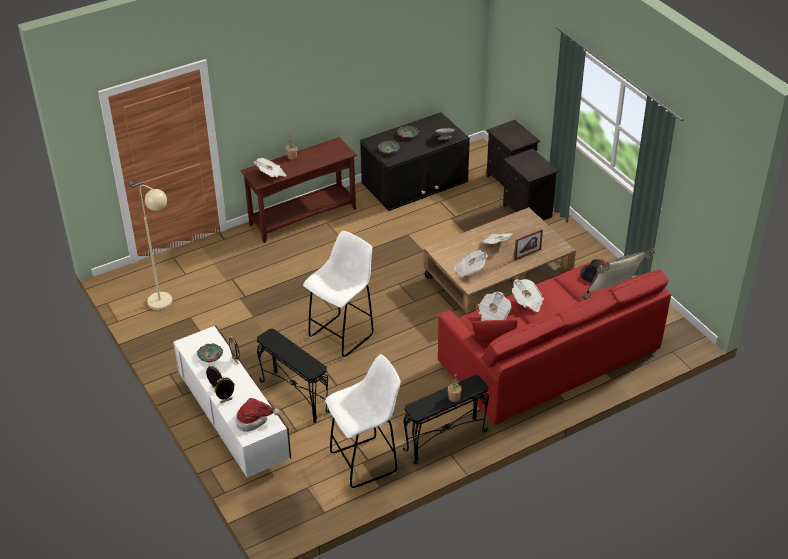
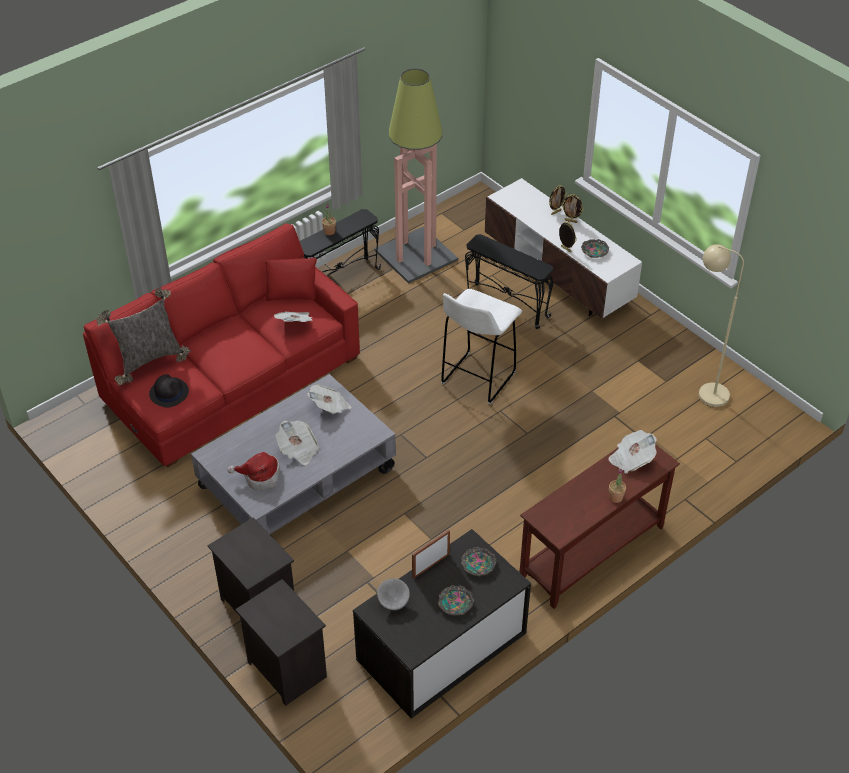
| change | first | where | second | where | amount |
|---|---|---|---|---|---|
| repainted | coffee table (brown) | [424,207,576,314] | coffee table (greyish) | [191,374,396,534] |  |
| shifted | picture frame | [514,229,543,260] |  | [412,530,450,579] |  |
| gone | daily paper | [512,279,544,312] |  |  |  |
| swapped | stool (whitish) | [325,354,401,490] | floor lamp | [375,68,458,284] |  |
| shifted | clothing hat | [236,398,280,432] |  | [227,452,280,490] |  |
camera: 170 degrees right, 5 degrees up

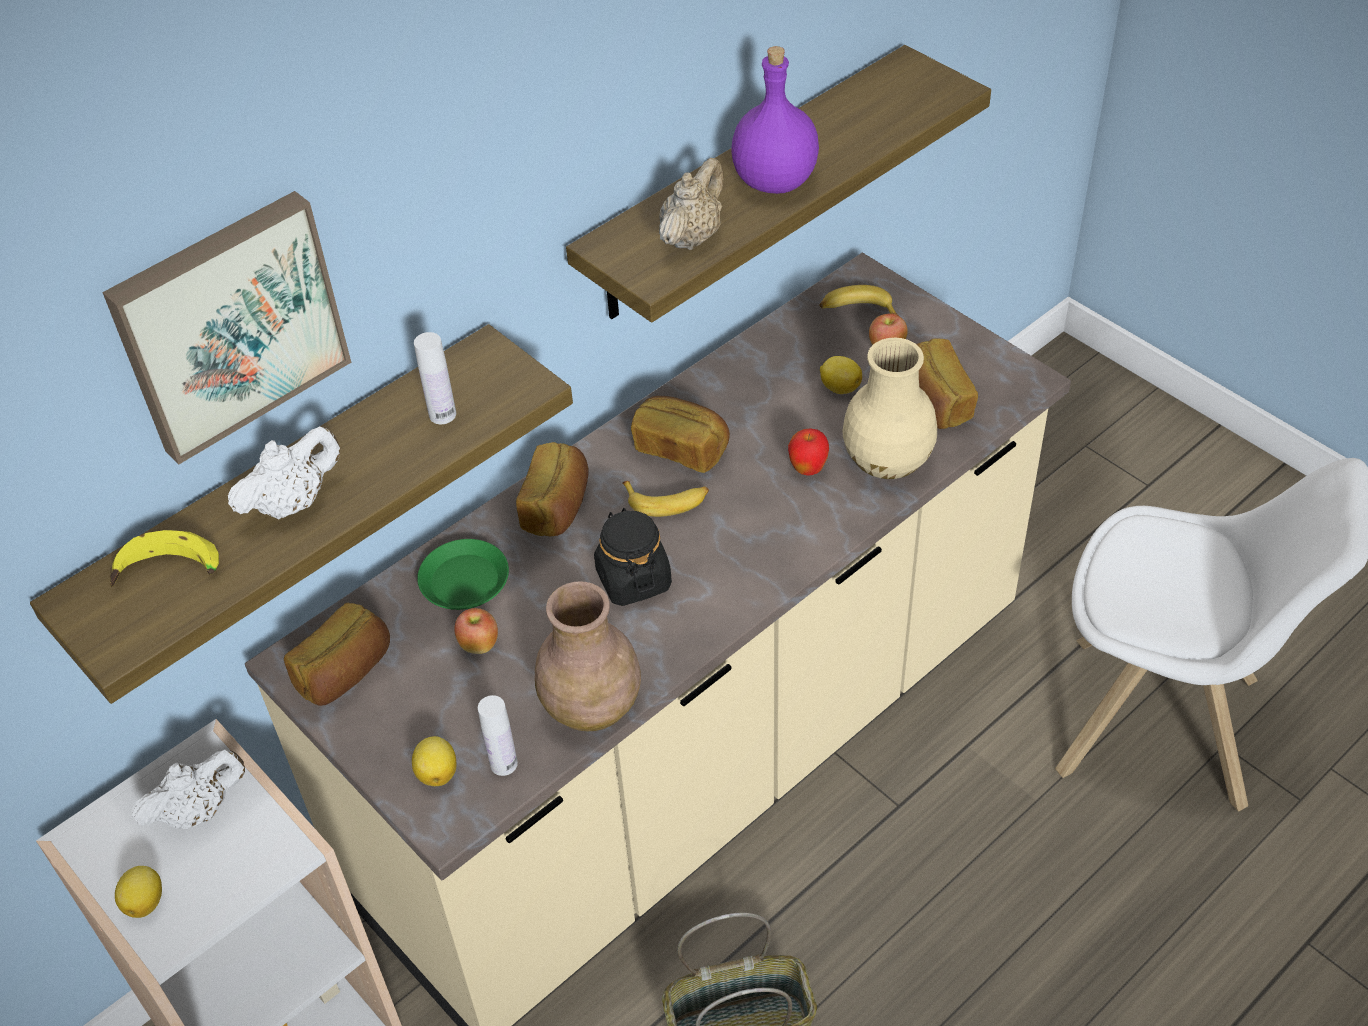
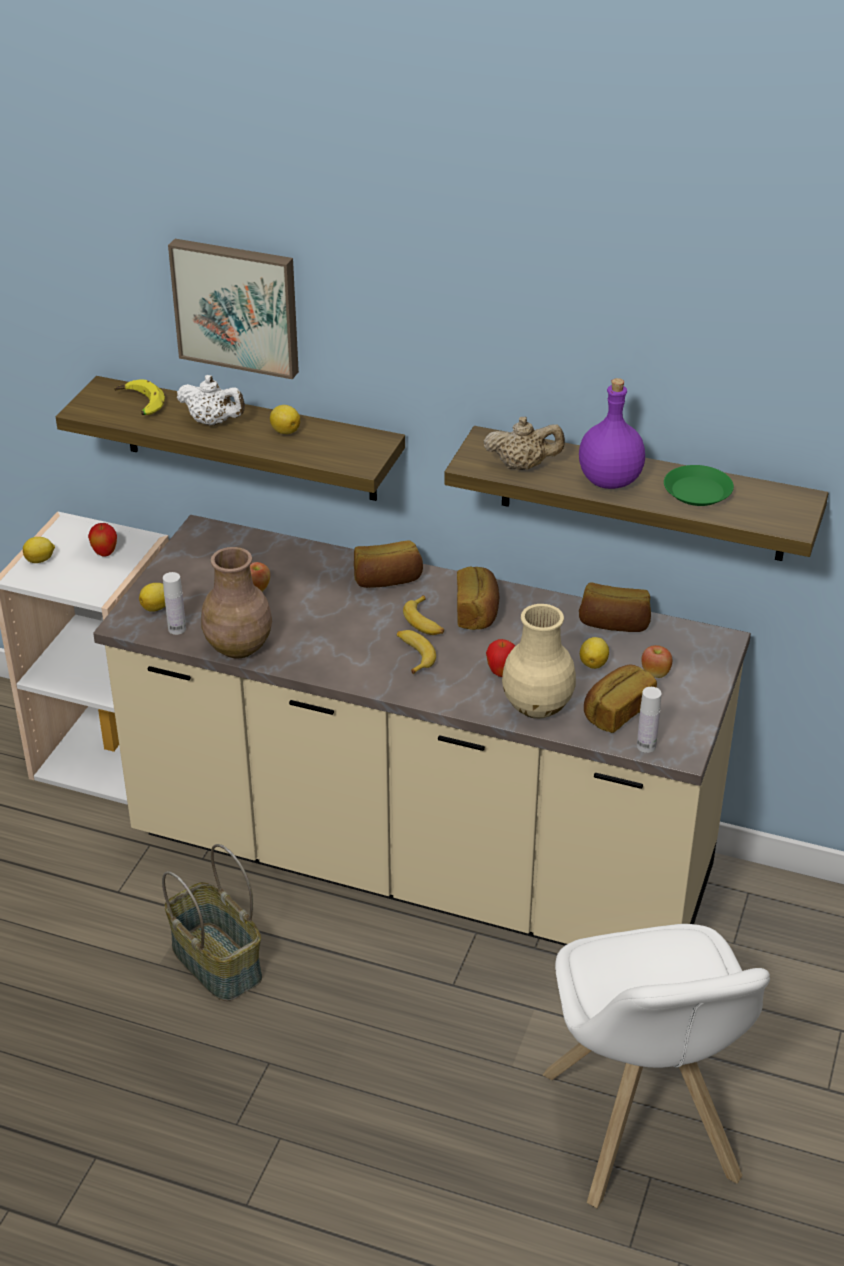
| change | first | where | second | where | amount |
|---|---|---|---|---|---|
| shifted | banana | [820,285,899,316] |  | [397,630,436,674] |  |
| shifted | beverage bottle (whitish) | [414,332,456,424] |  | [637,687,662,753] |  |
| gone | storage jar (black) | [594,508,672,606] |  |  |  |
| shifted | plate (greenish) | [417,539,509,610] |  | [664,465,734,506] |  |
| shifted | bread | [284,603,390,706] |  | [579,582,651,632] |  |
| swapped | teapot (whitish) | [132,749,245,829] | apple | [88,523,117,557] |  |
| new |  |  | whole lemon | [270,405,300,434] |  |
camera: 60 degrees right, 10 degrees down

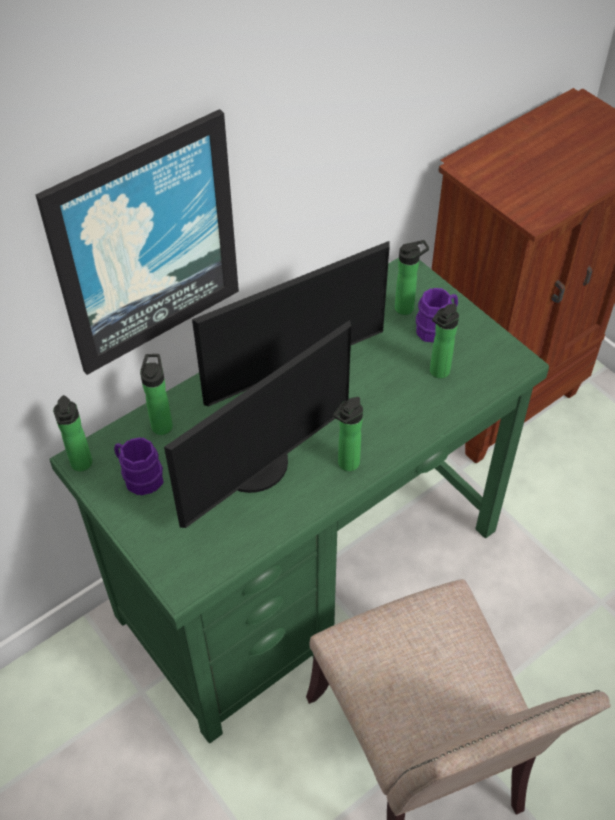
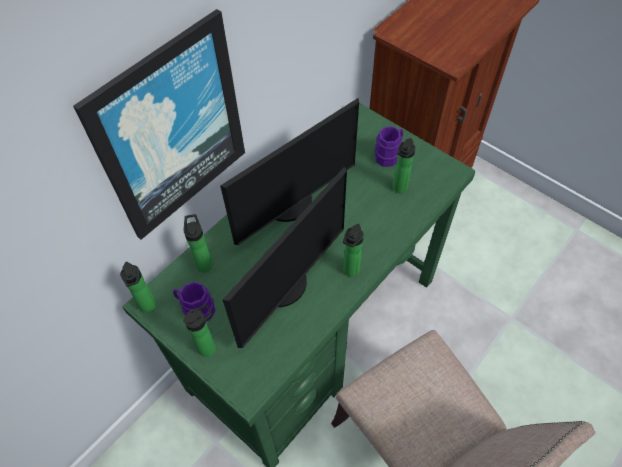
| change | first | where | second | where | amount |
|---|---|---|---|---|---|
| shifted | beverage bottle | [395,240,429,315] |  | [183,305,216,357] |  |
camera: 10 degrees left, 5 degrees up

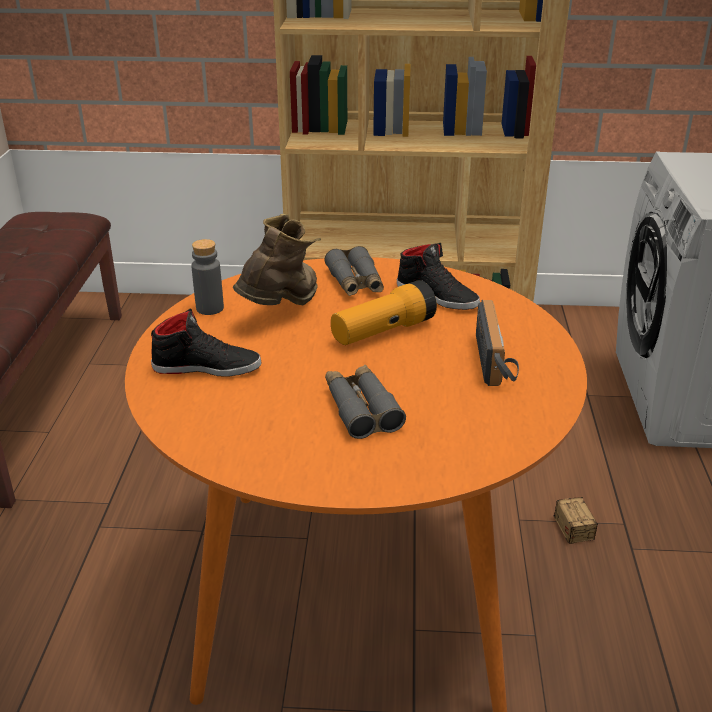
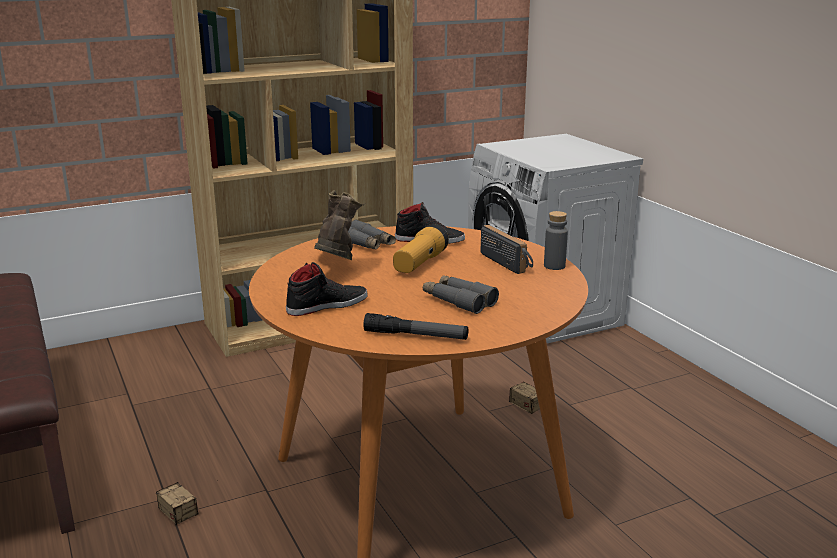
| change | first | where | second | where | amount |
|---|---|---|---|---|---|
| shifted | beverage bottle (greyish) | [191,239,224,315] |  | [544,211,568,270] |  |
| new |  |  | torch | [363,313,468,340] |  |
| new |  |  | storage container | [156,480,218,525] |  |
camera: 30 degrees left, 10 degrees down

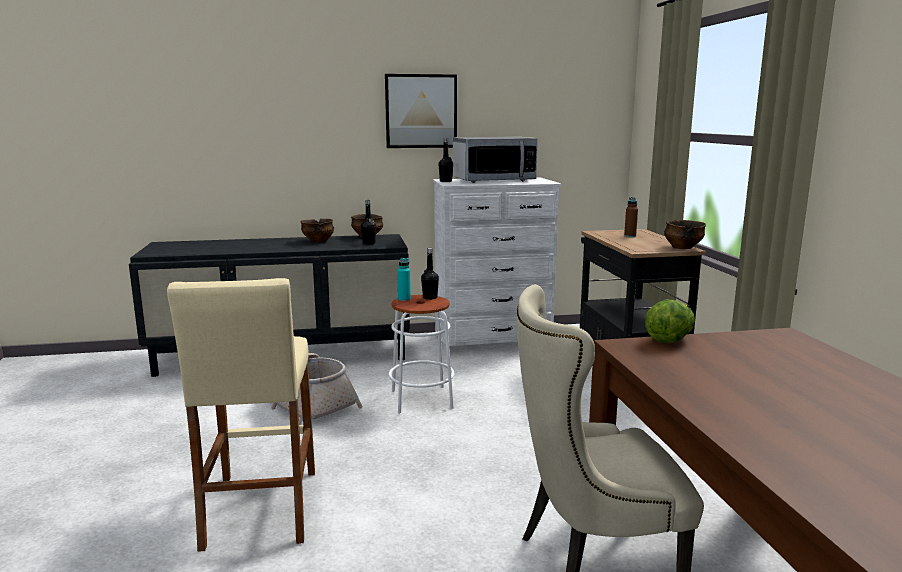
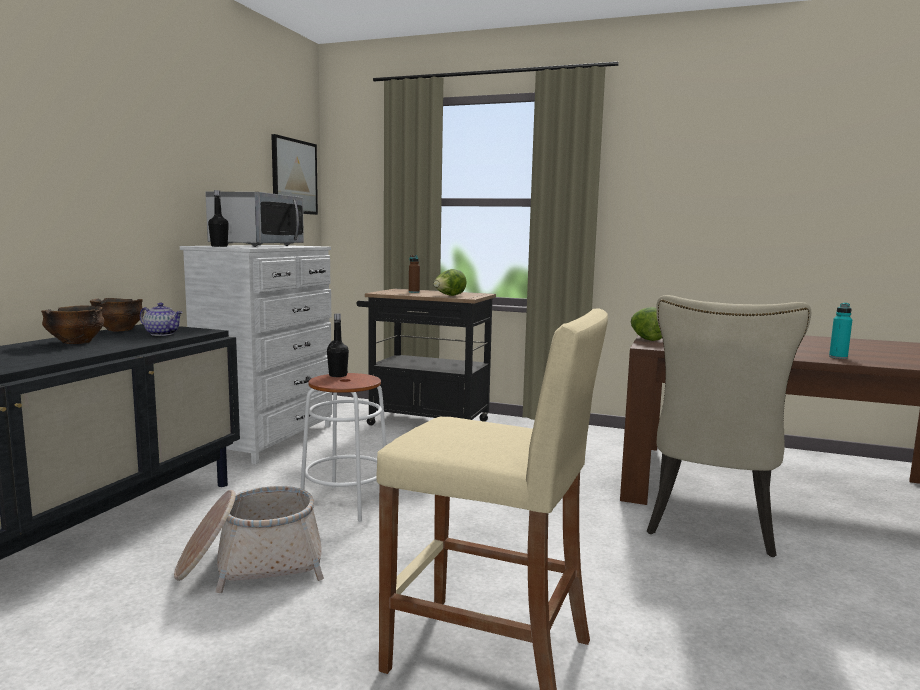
| change | first | where | second | where | amount |
|---|---|---|---|---|---|
| shifted | wall art | [385,74,457,148] |  | [271,134,318,215] |  |
| swapped | beverage bottle (black) | [361,200,376,245] | teapot | [140,303,183,336] |  |
| gone | deep dish | [664,220,706,249] |  |  |  |
| shifted | beverage bottle (blue-green) | [397,258,411,301] |  | [829,303,852,359] |  |
| new |  |  | head of lettuce | [433,269,467,296] |  |
camera: 60 degrees left, 5 degrees down

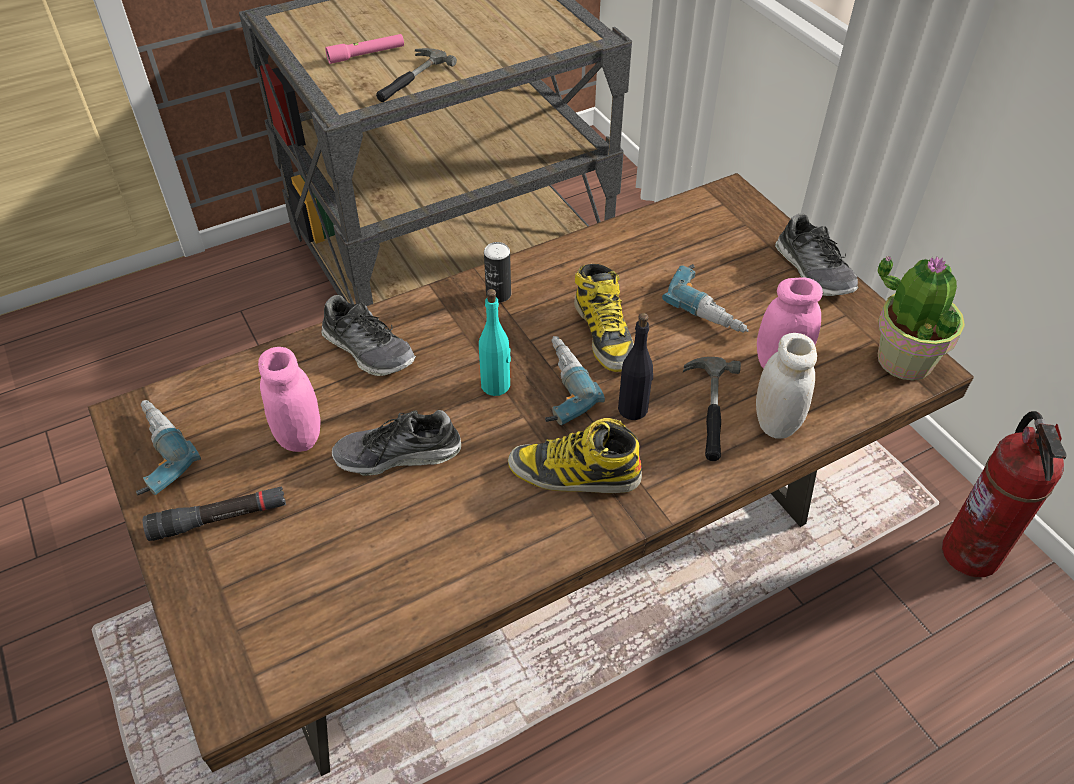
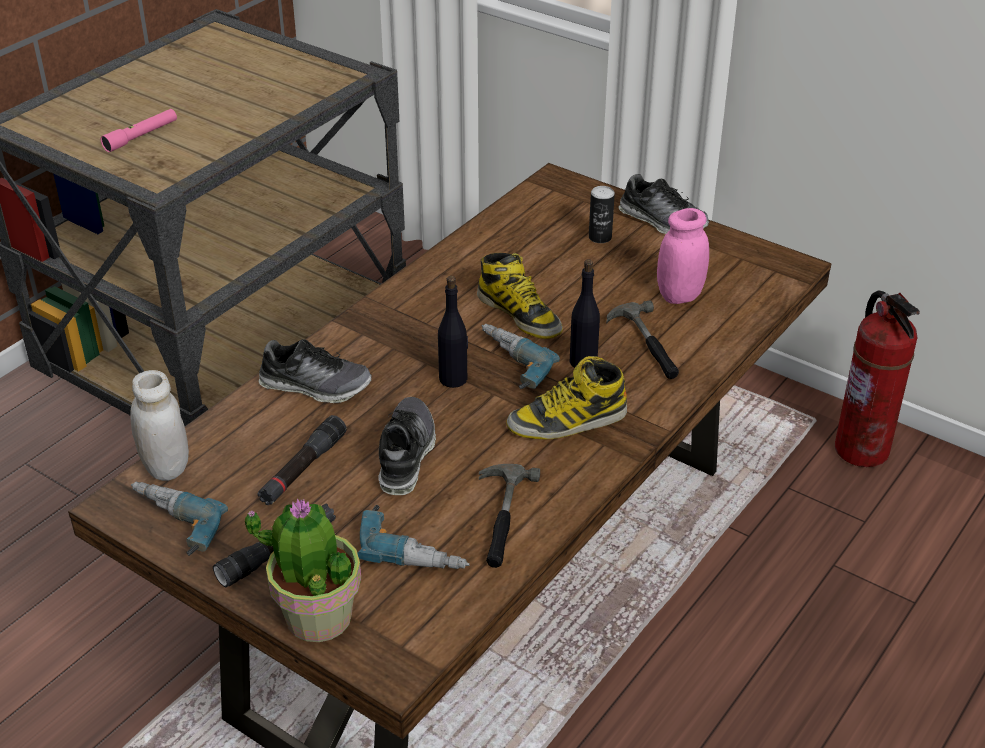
| change | first | where | second | where | amount |
|---|---|---|---|---|---|
| shifted | tool hammer | [376,48,457,102] |  | [479,464,540,568] |  |
| shifted | metal can | [484,242,511,303] |  | [589,186,615,243] |  |
| shifted | potted plant | [878,256,965,380] |  | [245,498,361,642] |  |
| shifted | electric drill | [662,264,749,333] |  | [357,505,470,569] |  |
| repainted | beverage bottle (blue-green) | [479,289,511,396] | beverage bottle (black) | [438,276,468,388] |  |
| shifted | storage jar (whitish) | [756,333,817,439] |  | [130,370,189,481] |  |
| swapped | storage jar (pink-coloured) | [258,347,321,452] | torch (black) | [257,415,347,505] |  |
| rotated | shoe | [332,410,461,476] |  | [378,397,436,495] | 135 degrees clockwise |
camera: 25 degrees left, 10 degrees down

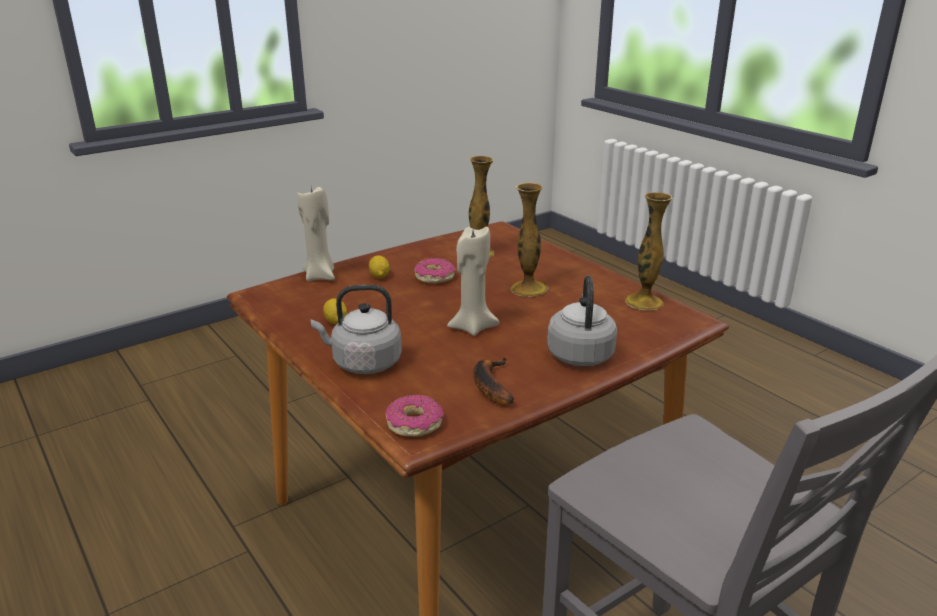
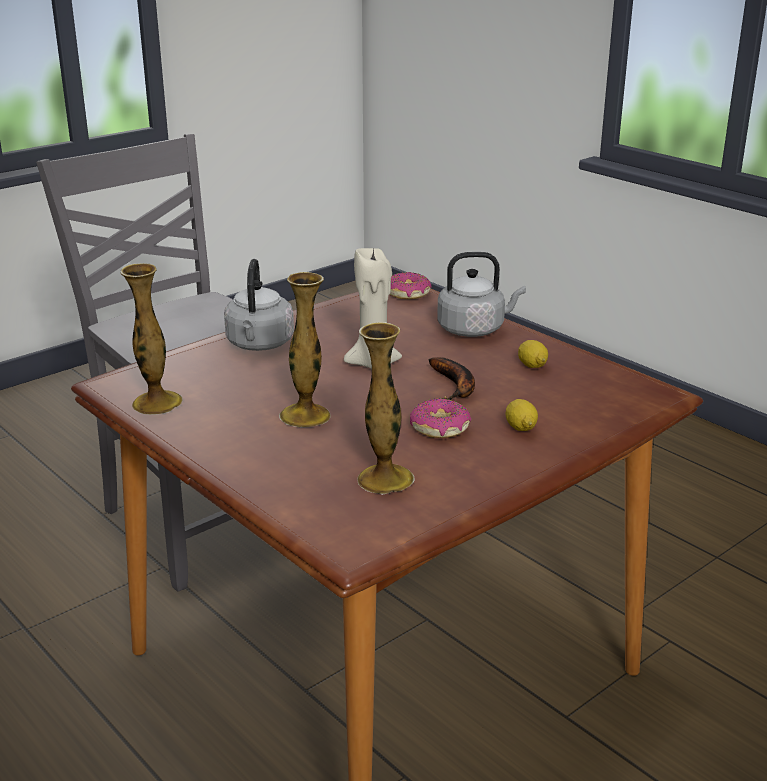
| change | first | where | second | where | amount |
|---|---|---|---|---|---|
| gone | candle (beige-coloured) | [297,187,335,281] |  |  |  |
| shifted | banana | [473,357,514,405] |  | [429,357,475,400] |  |
camera: 175 degrees right, 0 degrees up

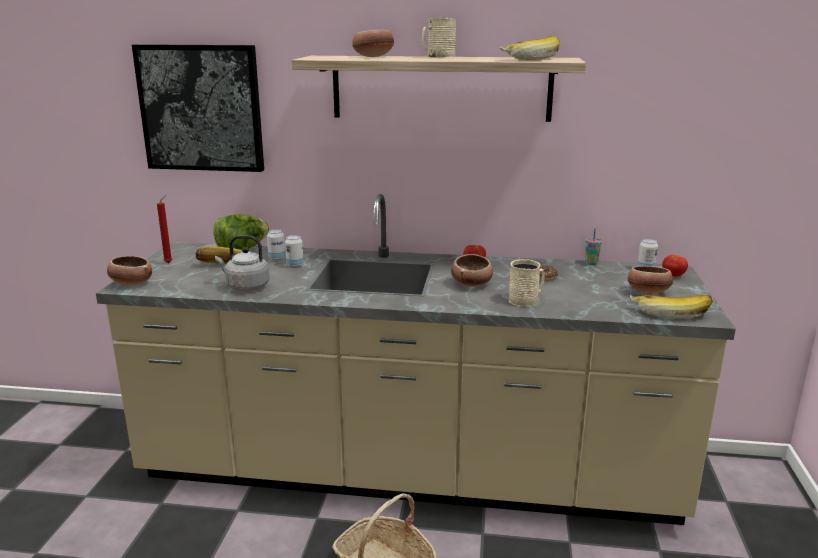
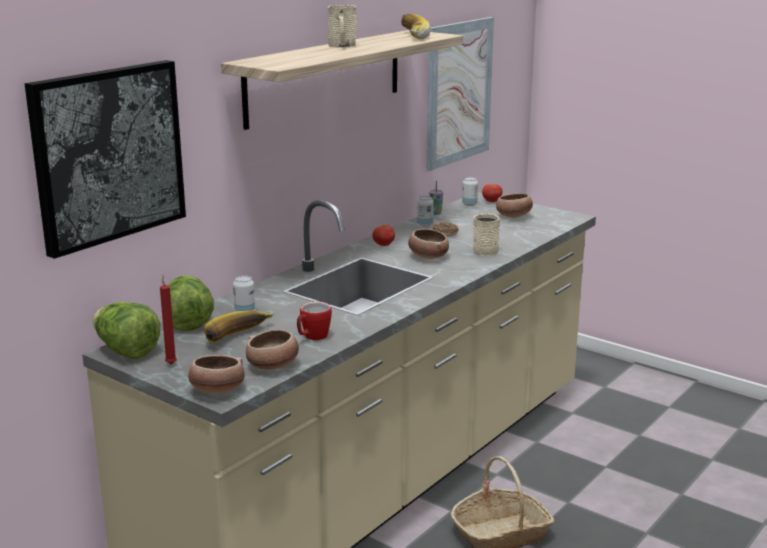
| change | first | where | second | where | amount |
|---|---|---|---|---|---|
| shifted | deep dish | [352,30,394,57] |  | [246,329,299,370] |  |
| swapped | kettle (greyish) | [215,235,270,291] | tea mug | [297,301,332,340] |  |
| shifted | metal can | [285,235,304,268] |  | [417,196,434,226] |  |
| gone | banana | [630,295,713,318] |  |  |  |
| new |  |  | wall art | [427,17,494,171] |  |
| new |  |  | head of lettuce | [93,302,160,359] |  |
camera: 60 degrees left, 0 degrees up

